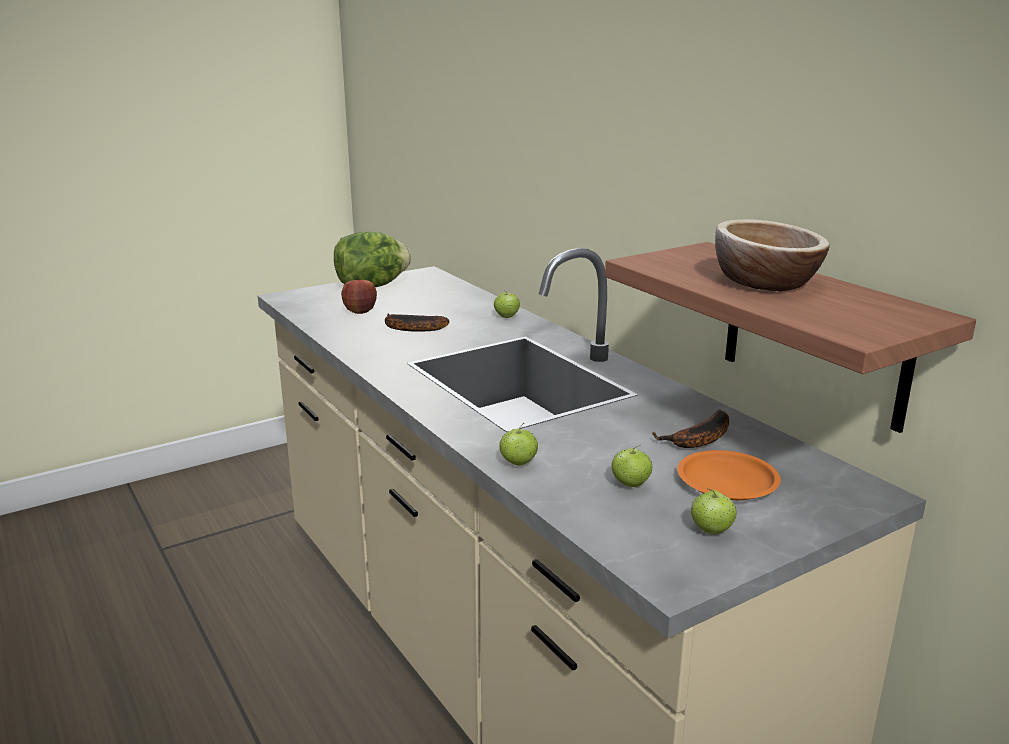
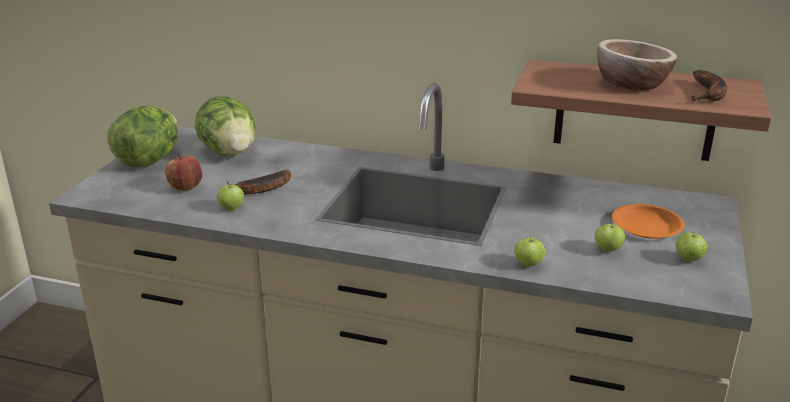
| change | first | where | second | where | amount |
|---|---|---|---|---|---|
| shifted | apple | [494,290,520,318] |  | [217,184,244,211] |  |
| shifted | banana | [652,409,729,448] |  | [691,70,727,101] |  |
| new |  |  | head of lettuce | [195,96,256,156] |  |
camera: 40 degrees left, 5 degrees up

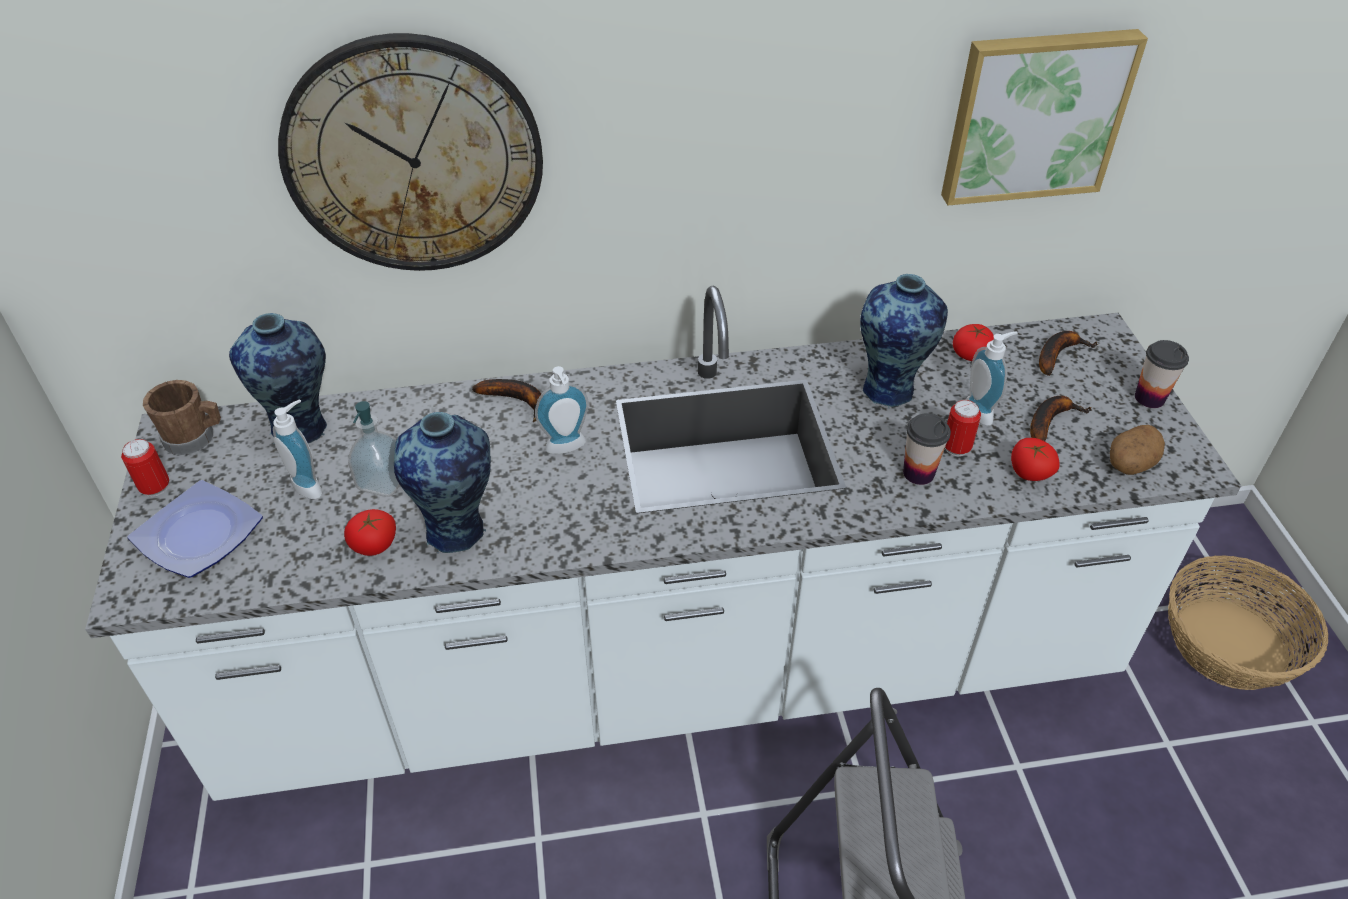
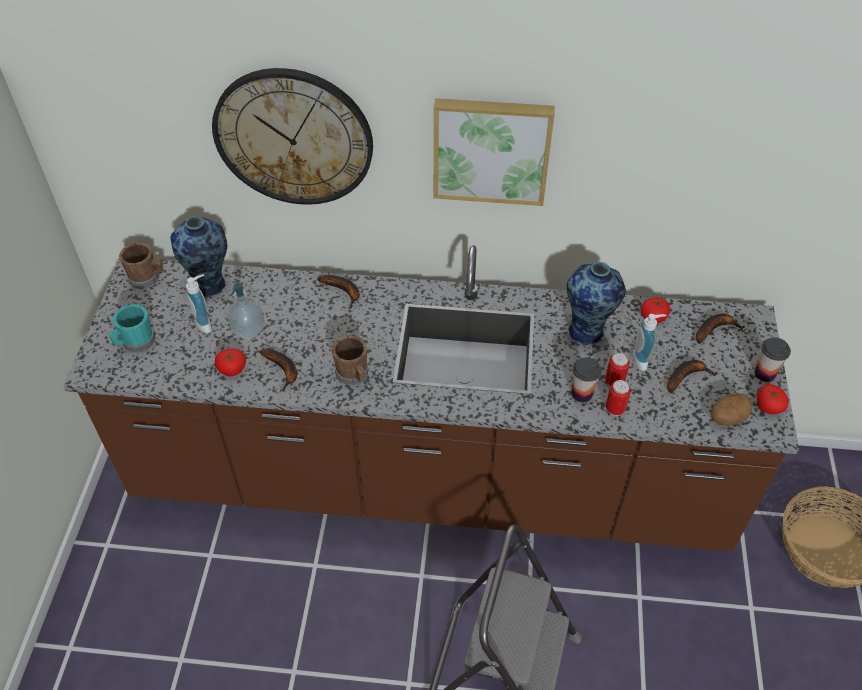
| change | first | where | second | where | amount |
|---|---|---|---|---|---|
| shifted | wall art | [941,29,1148,205] |  | [434,98,555,206] |  |
| repainted | kitchen counter (whitish) | [85,286,1241,801] | kitchen counter (brown) | [63,245,799,552] |  |
| gone | liquid soap bottle | [535,366,589,454] |  |  |  |
| swapped | flower vase | [394,412,491,554] | banana | [259,349,297,391] |  |
| shifted | fresh tomato | [1011,438,1060,481] |  | [757,384,788,414] |  |
| shifted | metal can | [121,439,169,497] |  | [606,380,631,416] |  |
| swapped | plate | [127,480,263,578] | tea mug (blue-green) | [108,304,155,353] |  |
| new |  |  | tea mug (brown) | [332,336,368,385] |  |
camera: 15 degrees right, 5 degrees up

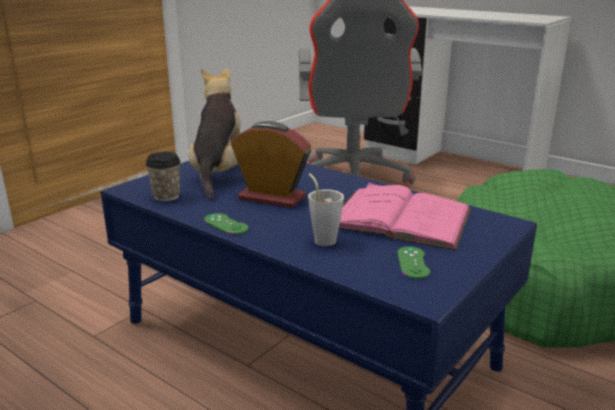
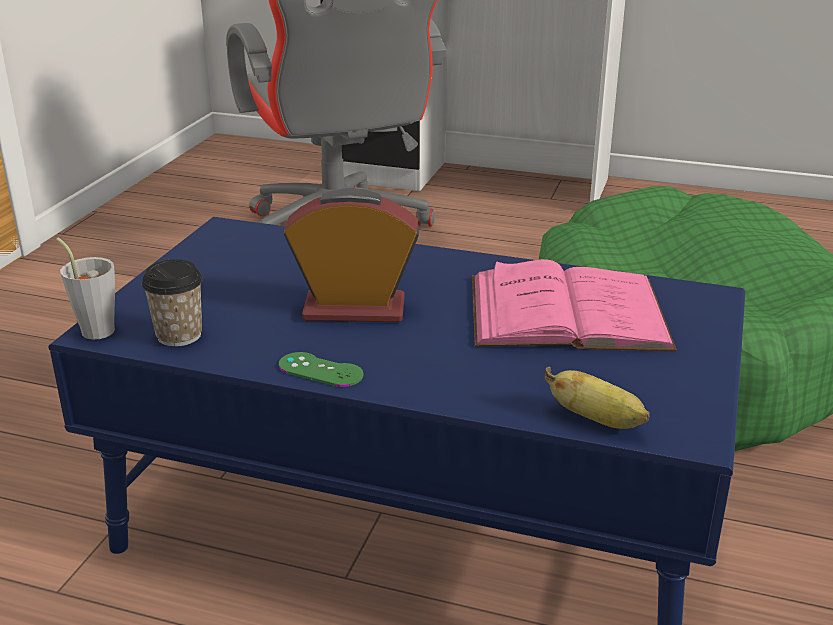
| change | first | where | second | where | amount |
|---|---|---|---|---|---|
| gone | cuddly toy | [189,69,241,200] |  |  |  |
| shifted | small cup (greyish) | [308,173,344,246] |  | [56,238,115,340] |  |
| gone | game controller (greenish) | [397,246,430,279] |  |  |  |
| new |  |  | banana | [545,367,650,429] |  |
camera: 20 degrees left, 5 degrees up

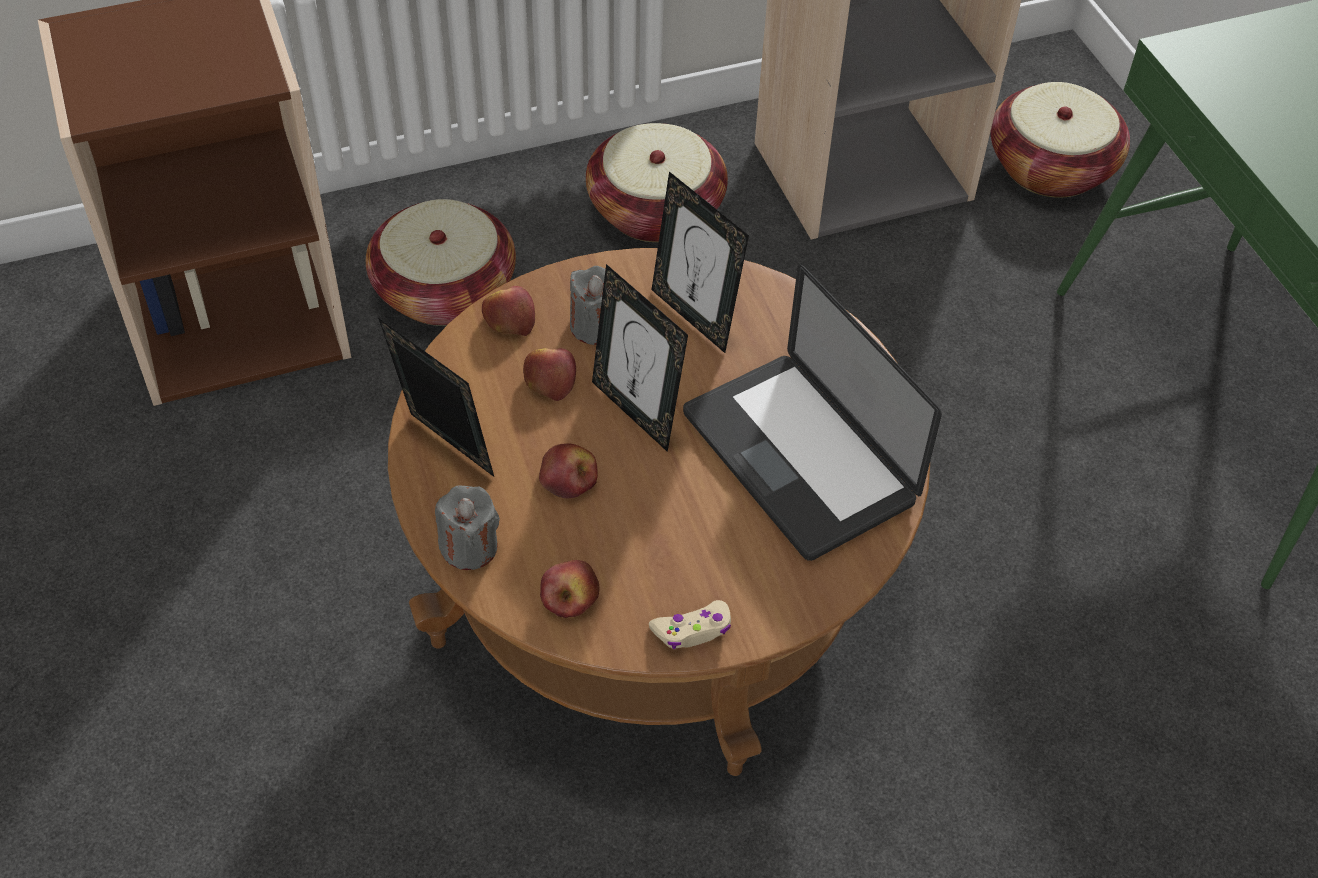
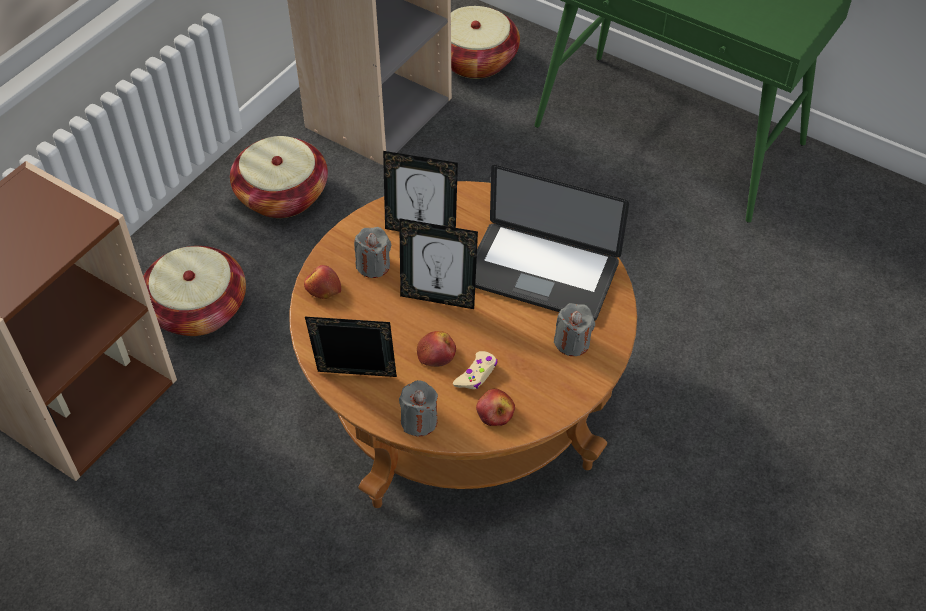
| change | first | where | second | where | amount |
|---|---|---|---|---|---|
| gone | apple | [523,348,576,401] |  |  |  |
| shifted | game controller (beige-coloured) | [649,600,731,649] |  | [453,351,498,389] |  |
| new |  |  | candle (greyish) | [554,303,595,356] |  |
camera: 35 degrees left, 0 degrees up

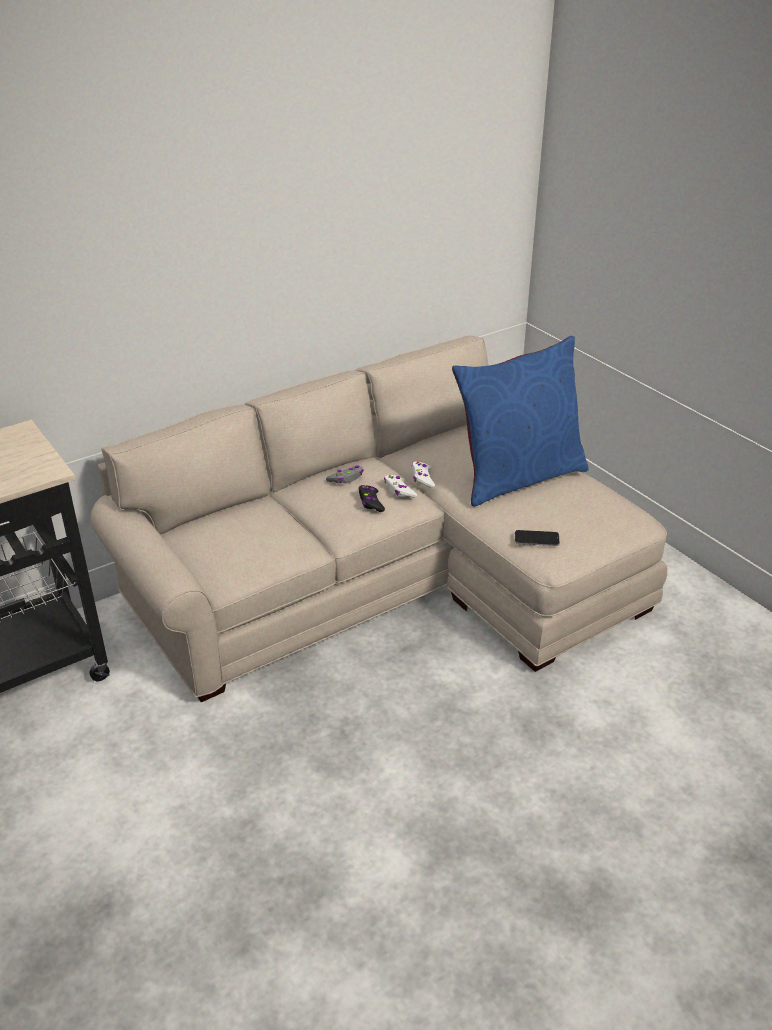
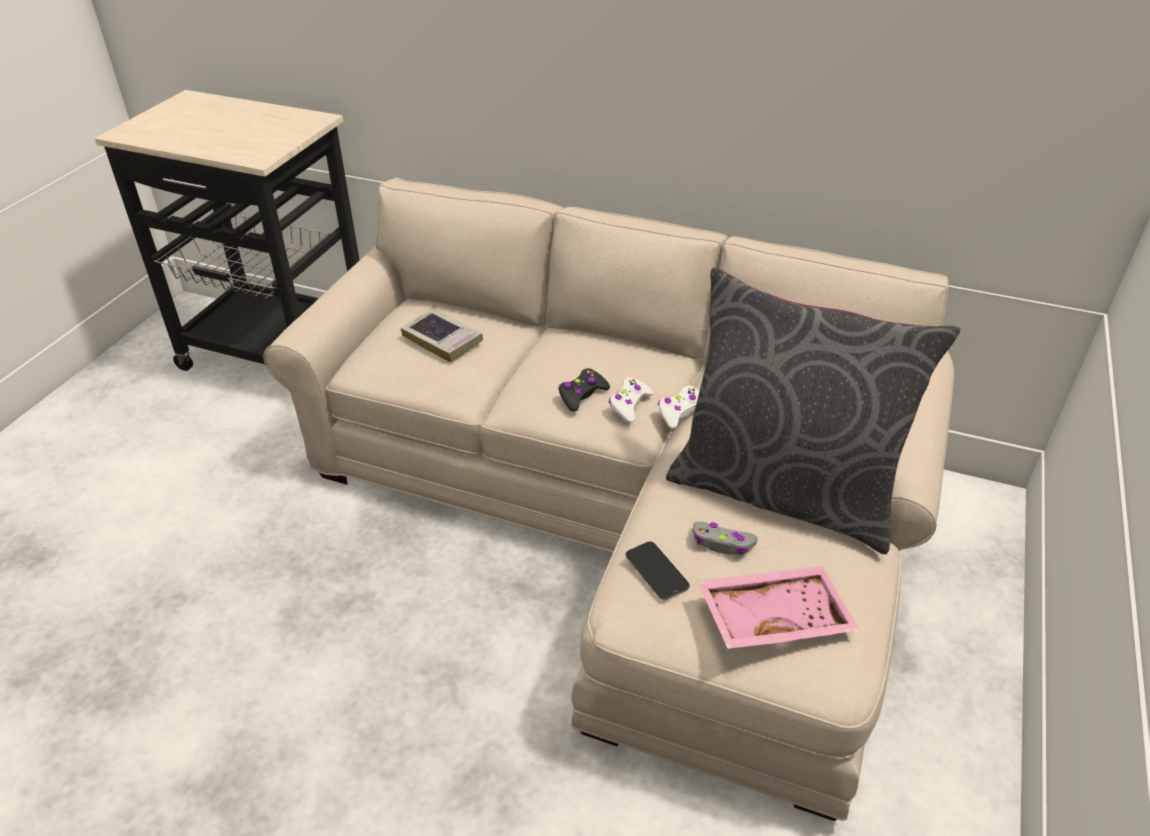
| change | first | where | second | where | amount |
|---|---|---|---|---|---|
| repainted | pillow (bluish) | [452,336,589,507] | pillow (greyish) | [666,267,961,554] |  |
| shifted | game controller (greyish) | [326,466,364,484] |  | [693,522,758,555] |  |
| new |  |  | volume | [401,308,483,363] |  |
| new |  |  | tray (pink-coloured) | [697,566,860,649] |  |
camera: 55 degrees right, 5 degrees up

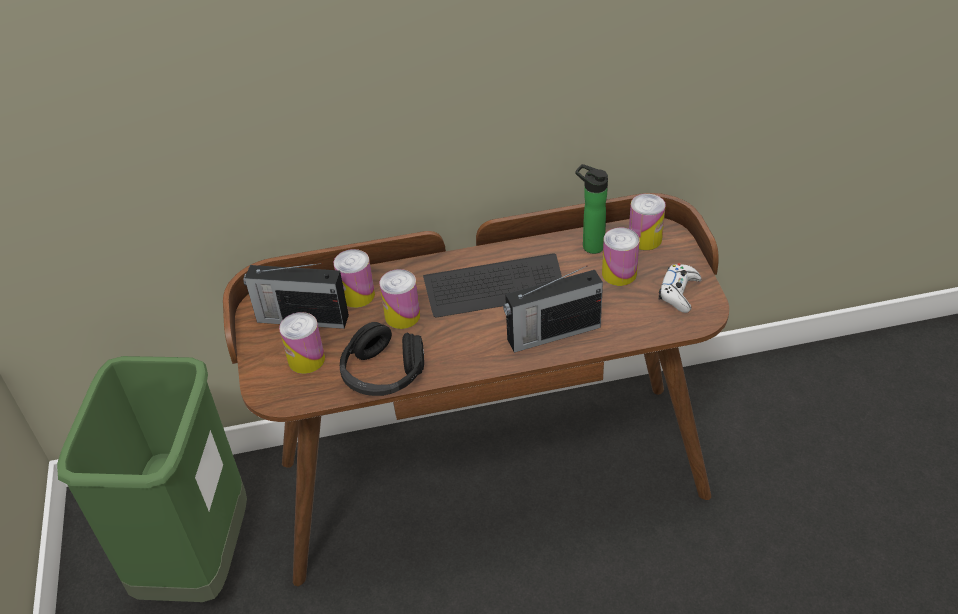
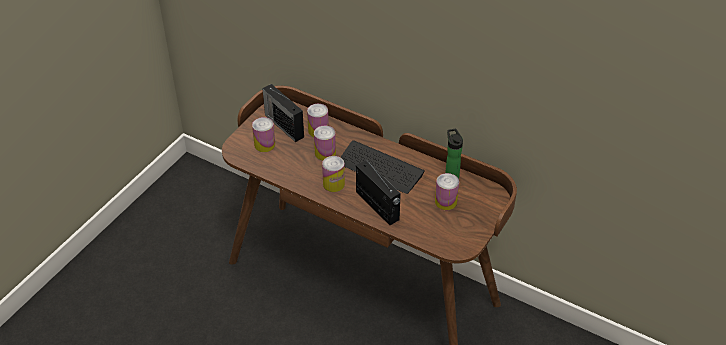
| change | first | where | second | where | amount |
|---|---|---|---|---|---|
| shifted | metal can | [629,194,666,250] |  | [322,156,345,192] |  |
| gone | game controller (whitish) | [659,263,702,313] |  |  |  |
| rotated | radio set | [503,266,603,353] |  | [356,159,401,225] | 150 degrees counterclockwise |
| gone | headset (black) | [340,322,424,396] |  |  |  |
| gone | waste bin (greenish) | [57,356,247,602] |  |  |  |
camera: 40 degrees right, 0 degrees up

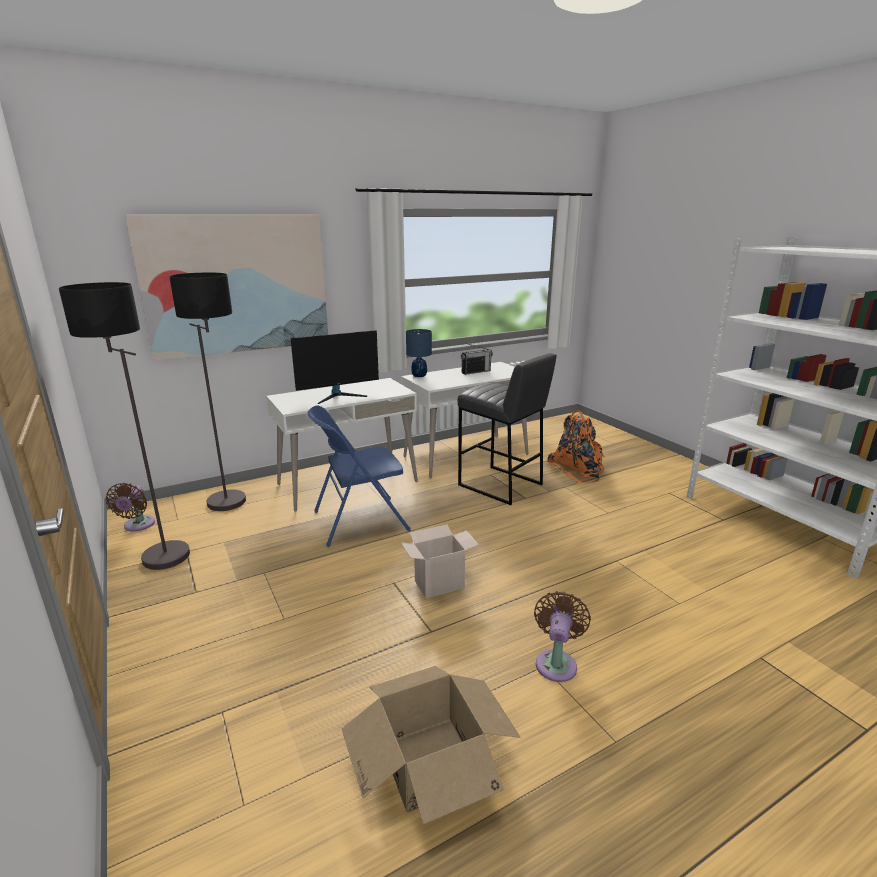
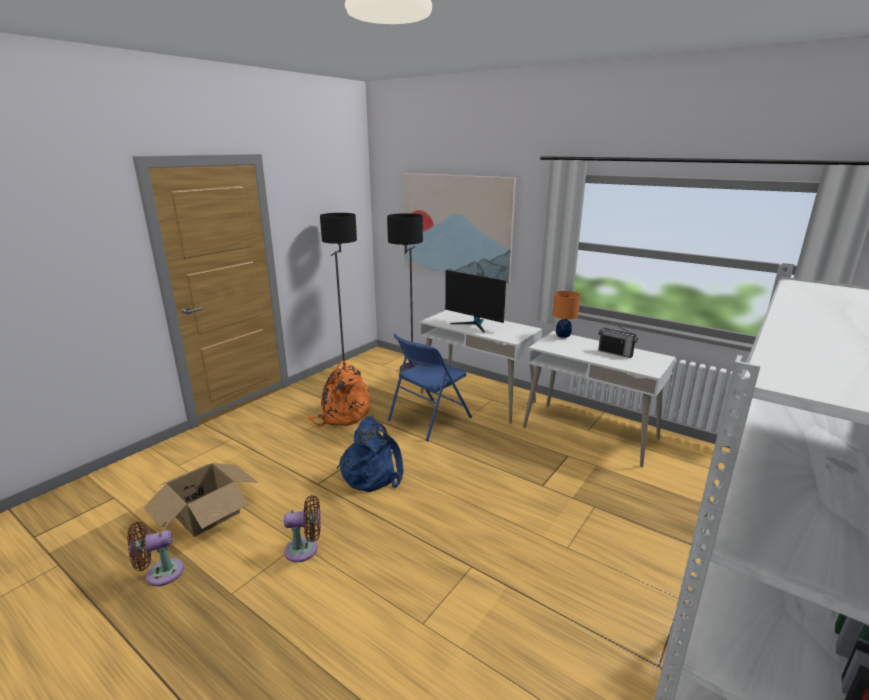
| change | first | where | second | where | amount |
|---|---|---|---|---|---|
| repainted | lamp for a table (bluish) | [406,329,432,377] | lamp for a table (orange-coloured) | [553,291,580,338] |  |
| gone | stool (greyish) | [458,353,557,505] |  |  |  |
| rotated | upright chair (bluish) | [307,405,411,547] |  | [387,333,472,442] | 90 degrees counterclockwise |
| shifted | backpack (orange-coloured) | [547,410,604,484] |  | [307,361,370,427] |  |
| shifted | electric fan (brown) | [106,483,155,531] |  | [128,522,184,586] |  |
| swapped | packing box | [400,525,479,599] | backpack (bluish) | [337,415,404,492] |  |
camera: 65 degrees right, 0 degrees up

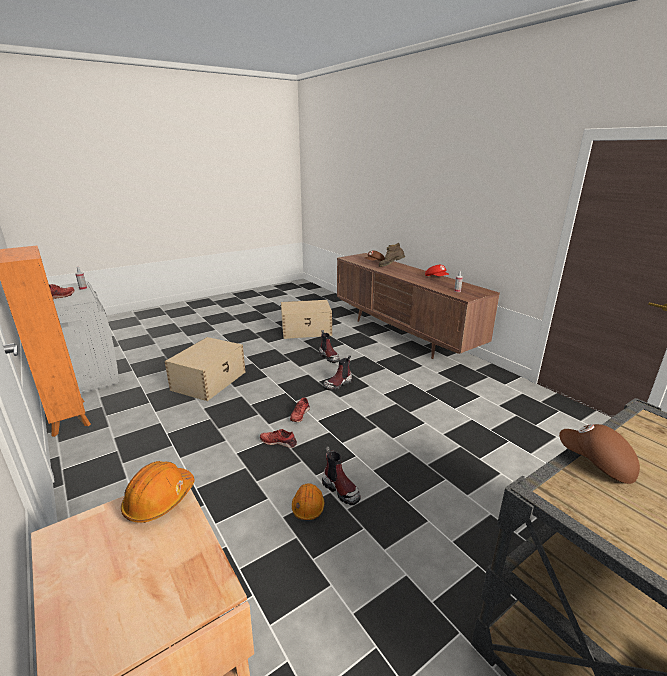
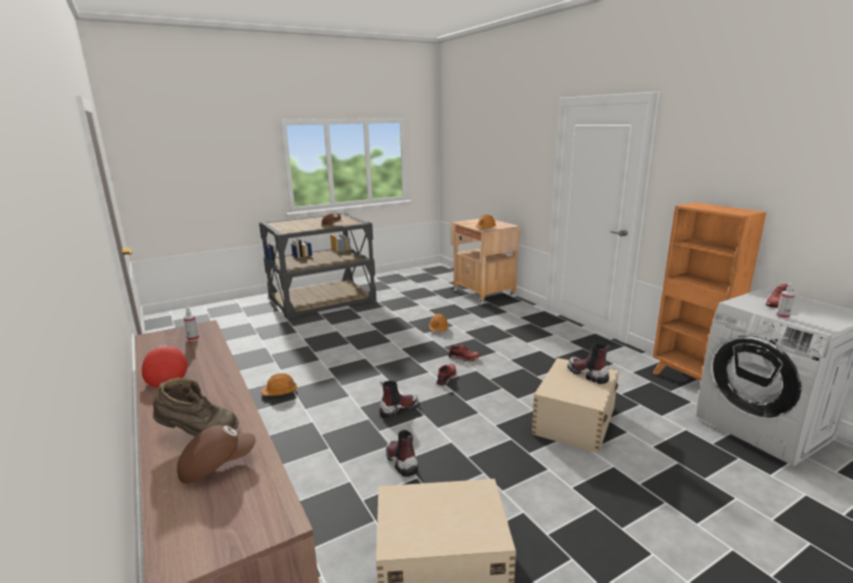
| change | first | where | second | where | amount |
|---|---|---|---|---|---|
| shifted | tall boot | [322,447,361,505] |  | [567,344,610,384] |  |
| new |  |  | hard hat (orange-coloured) | [261,373,297,396] |  |
camera: 175 degrees left, 5 degrees down

